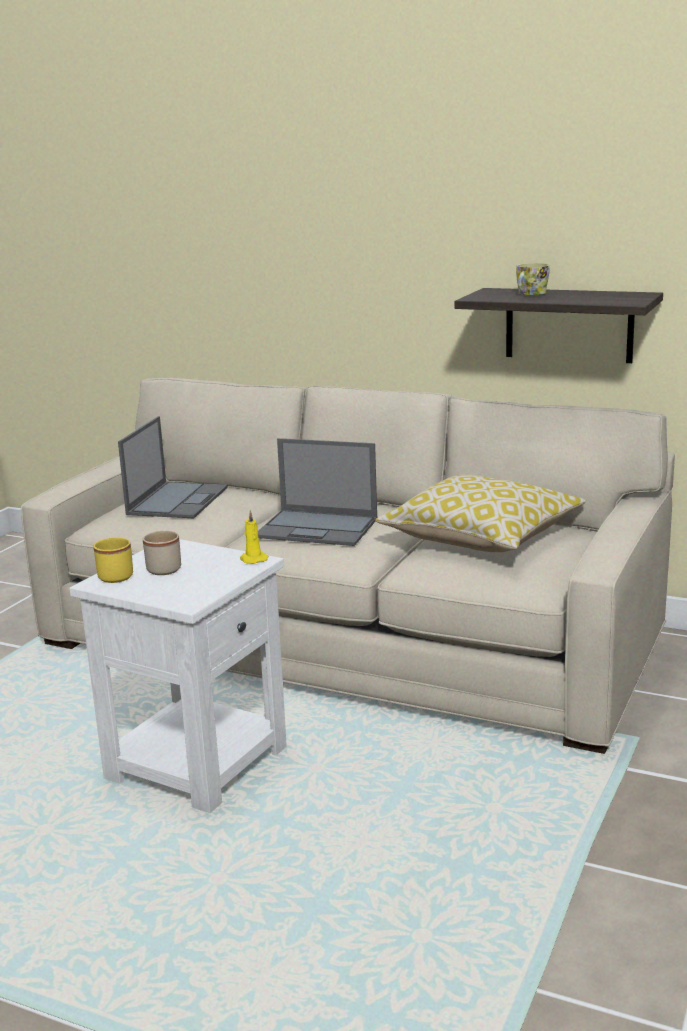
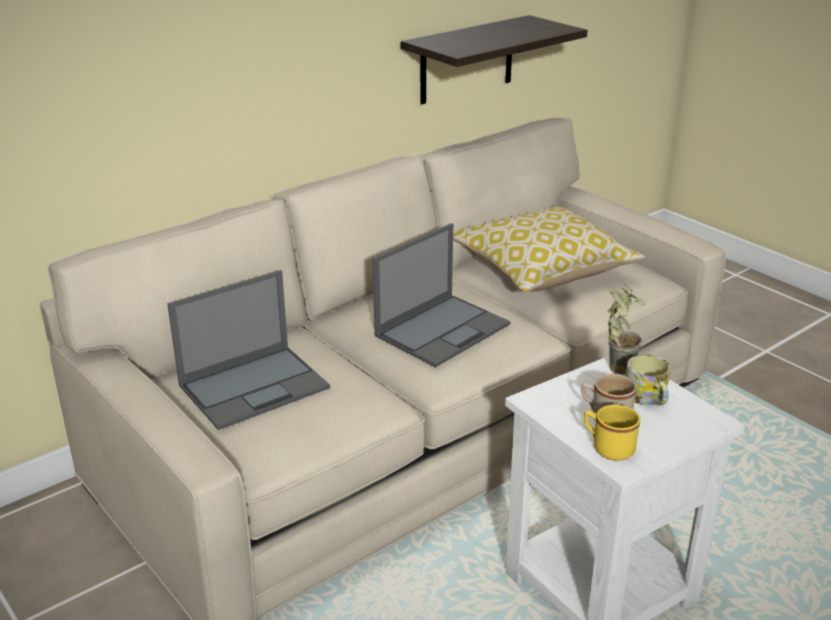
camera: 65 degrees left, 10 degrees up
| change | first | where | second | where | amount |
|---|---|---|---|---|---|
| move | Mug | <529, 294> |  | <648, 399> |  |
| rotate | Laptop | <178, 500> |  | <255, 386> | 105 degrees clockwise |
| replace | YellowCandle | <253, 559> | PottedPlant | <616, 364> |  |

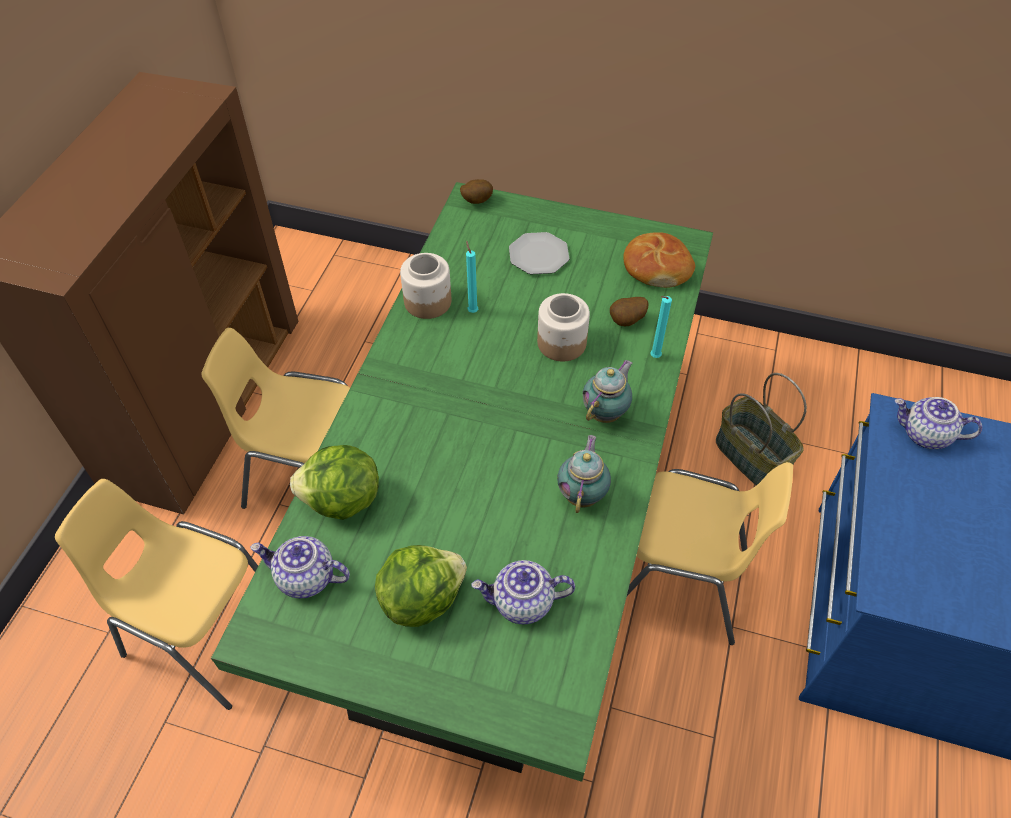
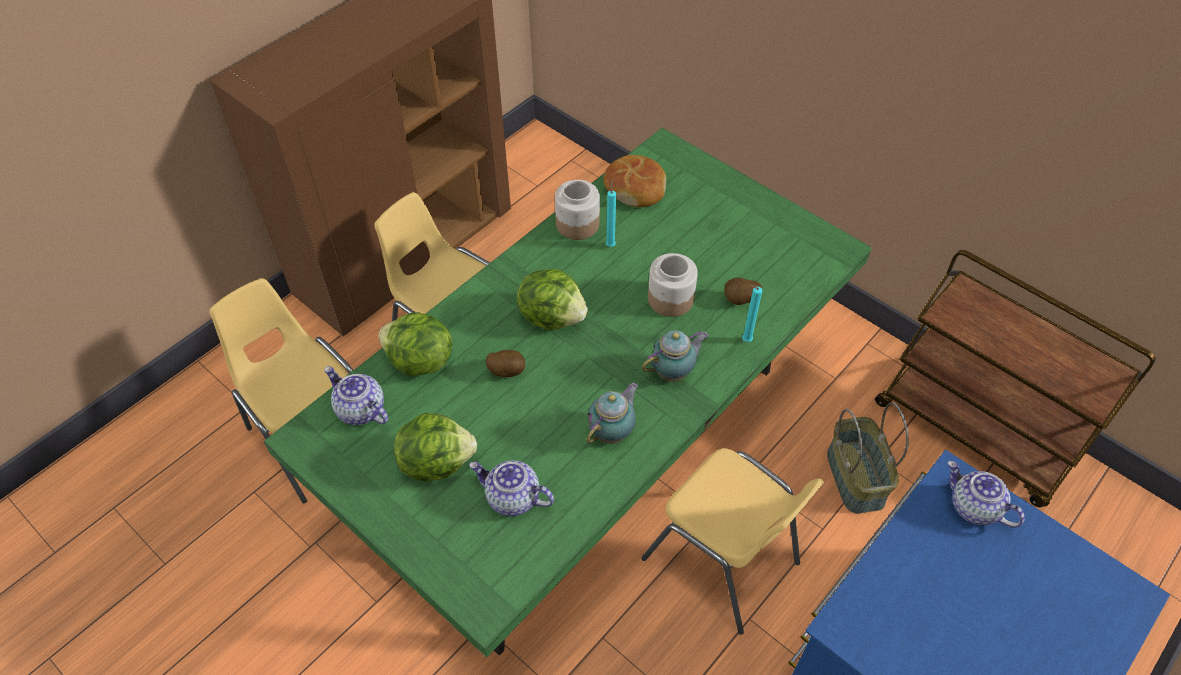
camera: 25 degrees right, 0 degrees up
| change | first | where | second | where | amount |
|---|---|---|---|---|---|
| move | Potato | <476, 201> |  | <506, 371> |  |
| delete | Plate | <538, 256> |  |  |  |
| move | Bread | <656, 268> |  | <635, 188> |  |
| insert |  |  | BrownCart | <976, 430> |  |
| insert |  |  | Lettuce | <552, 316> |  |

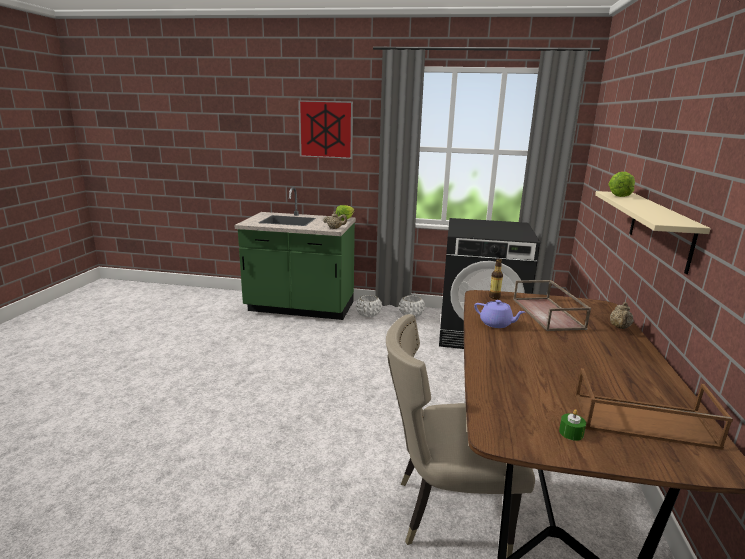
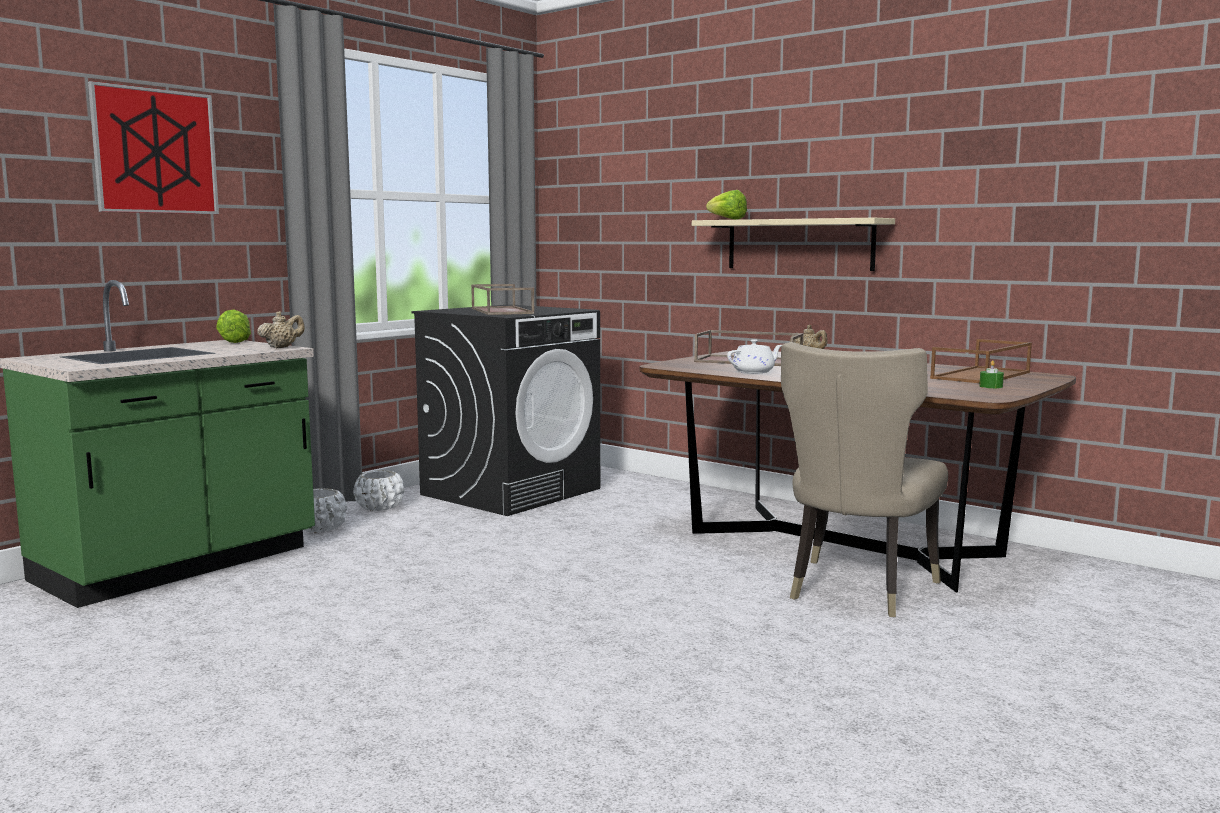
camera: 60 degrees left, 10 degrees down
| change | first | where | second | where | amount |
|---|---|---|---|---|---|
| delete | Bottle | <494, 297> |  |  |  |
| recolor | PurpleTeapot | <496, 324> | WhiteTeapot | <754, 372> |  |
| insert |  |  | BrownTray | <500, 311> |  |

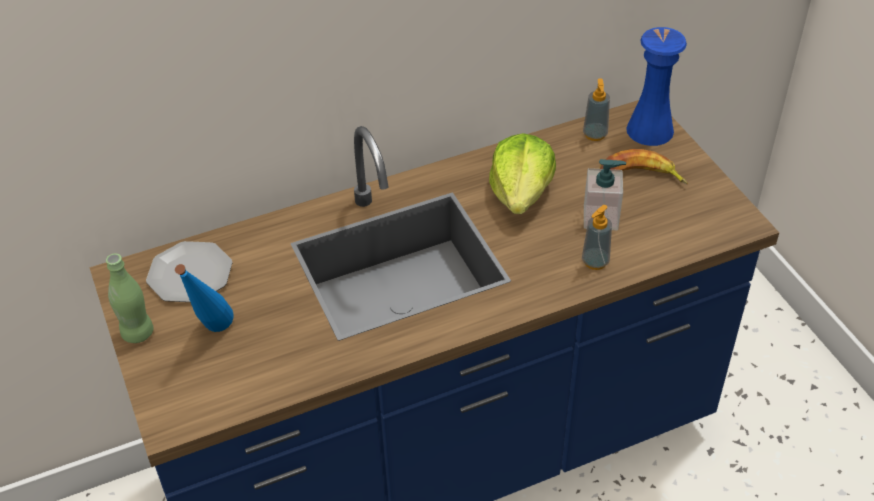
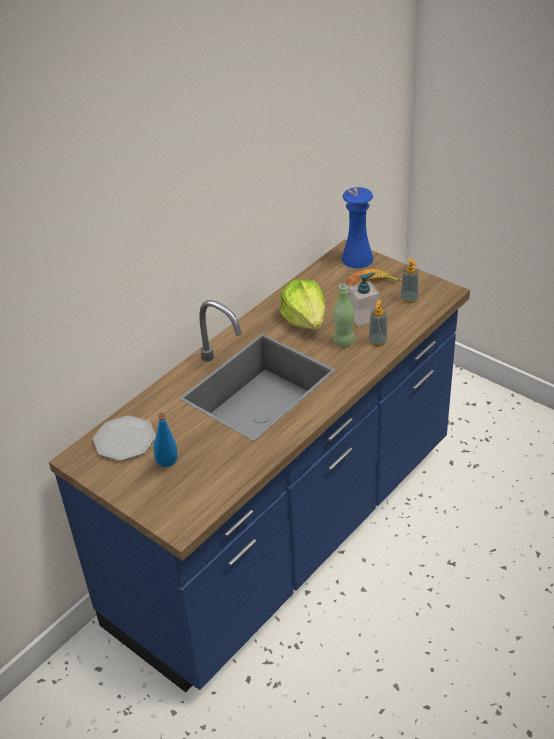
camera: 25 degrees left, 5 degrees down
| change | first | where | second | where | amount |
|---|---|---|---|---|---|
| move | SoapDispenser | <595, 134> |  | <409, 299> |  |
| move | GreenBottle | <137, 333> |  | <344, 341> |  |

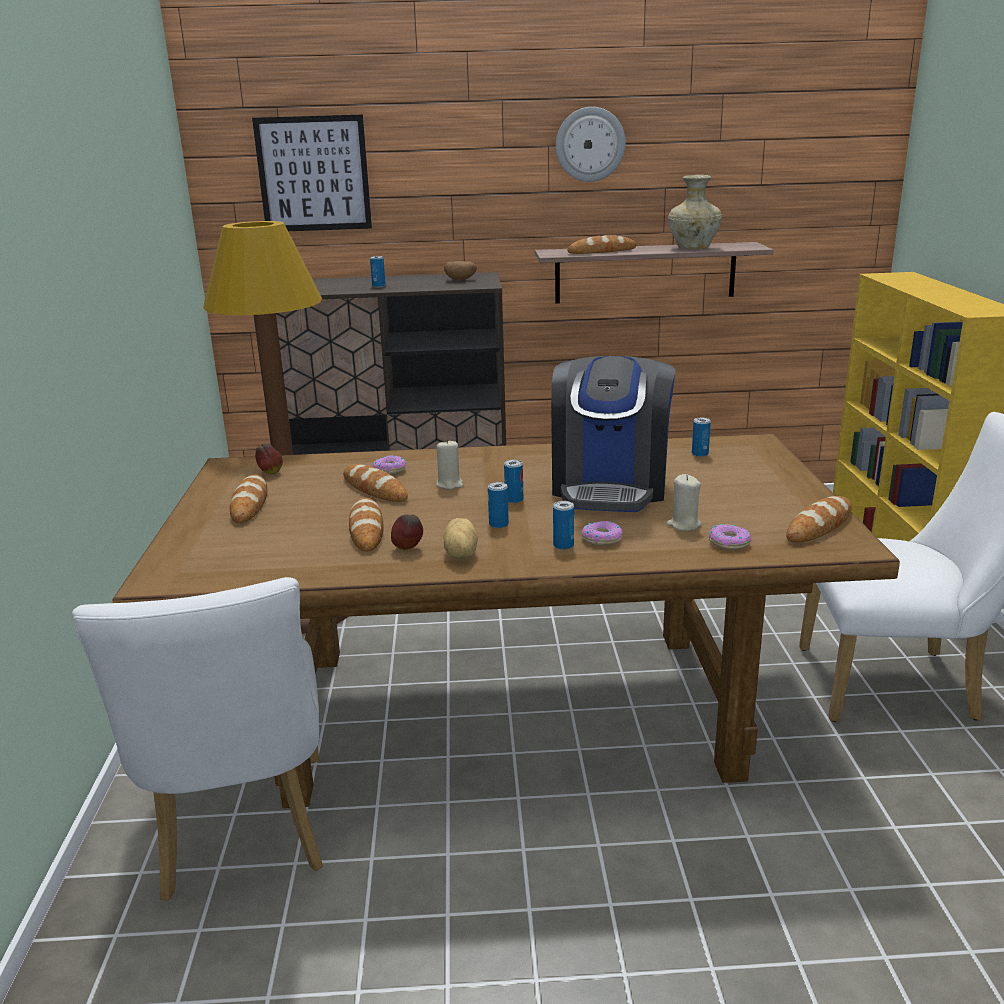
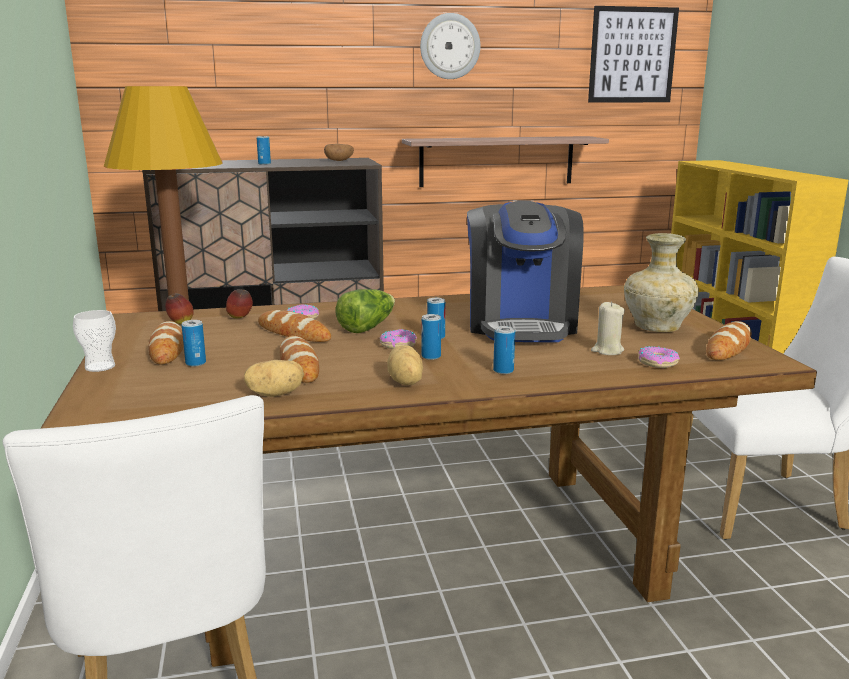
camera: 10 degrees left, 5 degrees down
| change | first | where | second | where | amount |
|---|---|---|---|---|---|
| move | Picture | <313, 174> |  | <632, 55> |  |
| move | BeigeVase | <693, 248> |  | <656, 327> |  |
| delete | Bread | <602, 251> |  |  |  |
| move | Can | <700, 454> |  | <195, 363> |  |
| replace | BeigeCandle | <450, 484> | Lettuce | <367, 327> |  |
| move | Apple | <408, 549> |  | <240, 318> |  |
| move | Donut | <602, 539> |  | <398, 345> |  |
| insert |  |  | Cup | <100, 367> |  |
| insert |  |  | Potato | <275, 394> |  |

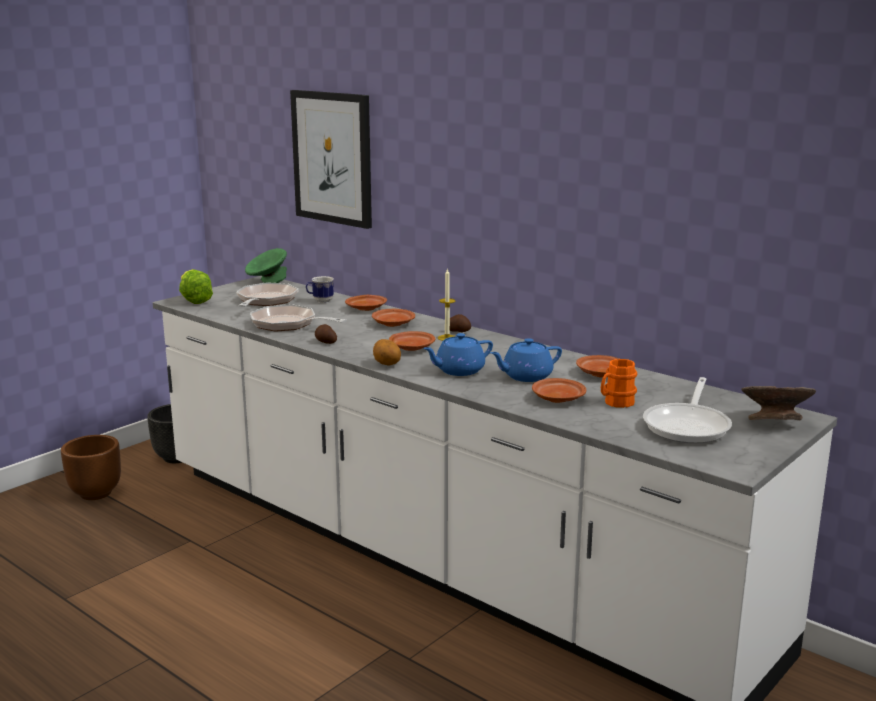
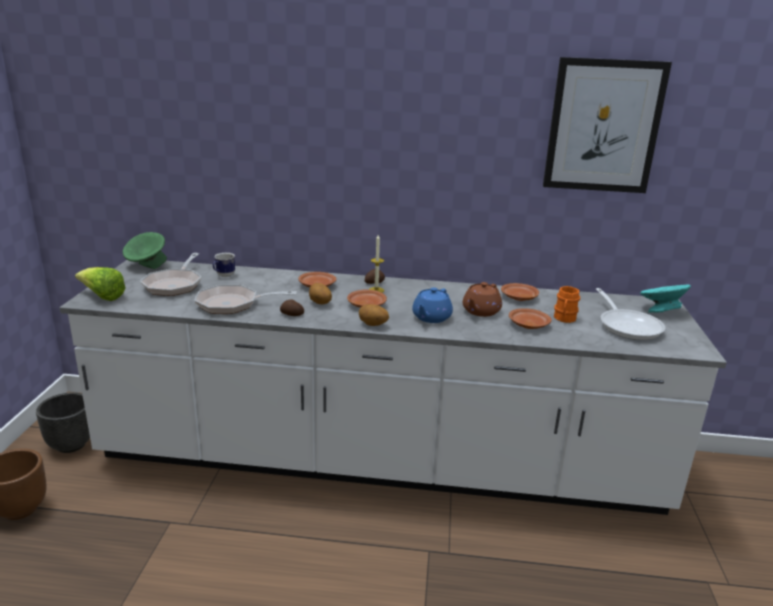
camera: 35 degrees left, 5 degrees up
| change | first | where | second | where | amount |
|---|---|---|---|---|---|
| move | Picture | <333, 158> |  | <603, 126> |  |
| rotate | FryingPan | <265, 301> |  | <174, 284> | 150 degrees counterclockwise |
| delete | BrownPlate | <366, 308> |  |  |  |
| recolor | BlueTeapot | <526, 376> | BrownTeapot | <480, 311> |  |
| recolor | GreyBowl | <773, 422> | TurquoiseBowl | <660, 311> |  |
| insert |  |  | Potato | <320, 303> |  |

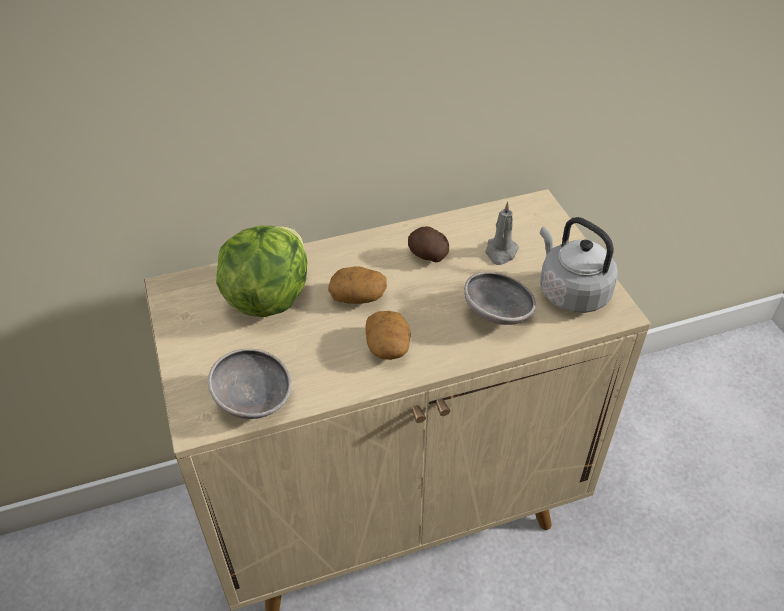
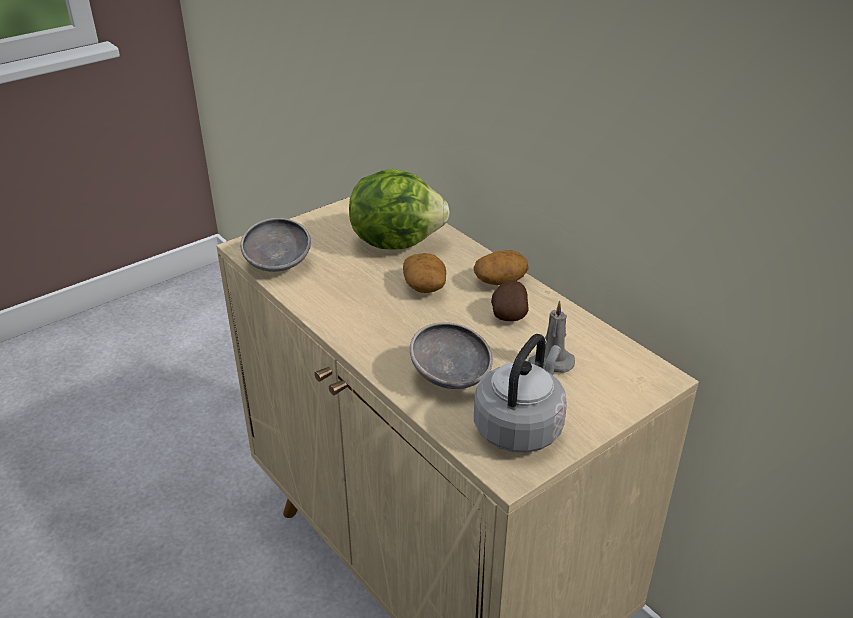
camera: 70 degrees right, 10 degrees down
| change | first | where | second | where | amount |
|---|---|---|---|---|---|
| move | Potato | <388, 346> |  | <500, 281> |  |

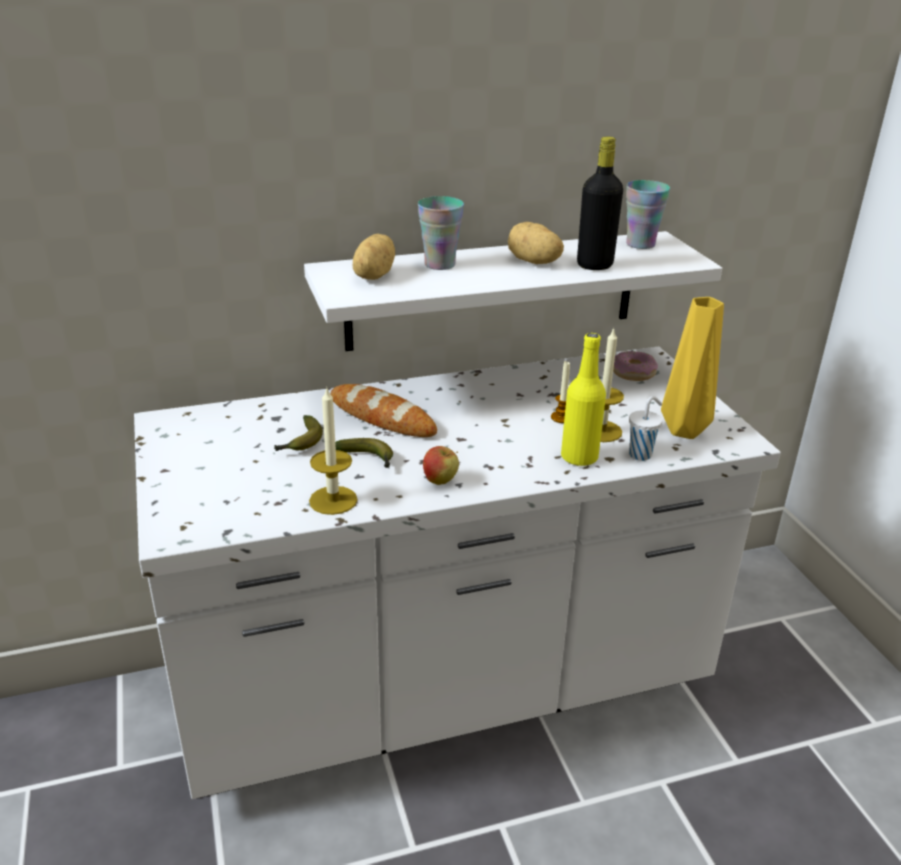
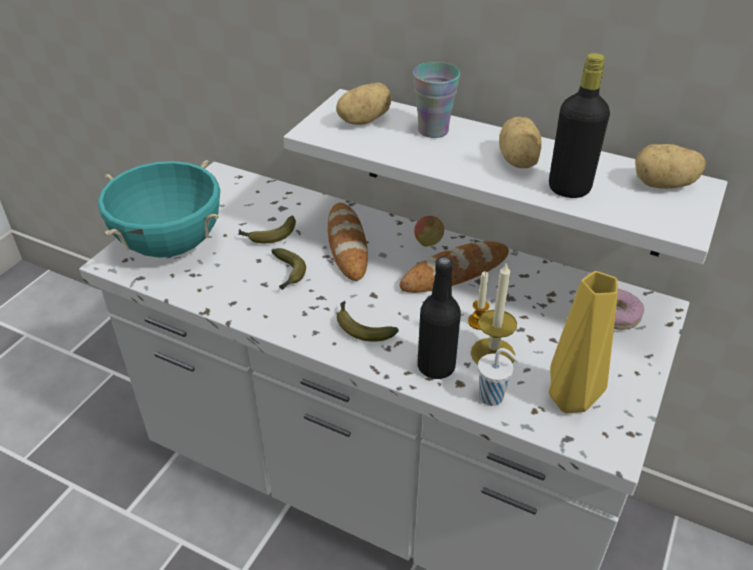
camera: 45 degrees right, 10 degrees up
| change | first | where | second | where | amount |
|---|---|---|---|---|---|
| replace | Cup | <640, 244> | Potato | <663, 185> |  |
| recolor | YellowBottle | <579, 457> | BlackBottle | <436, 366> |  |
| delete | Candle | <333, 500> |  |  |  |
| move | Apple | <440, 481> |  | <428, 244> |  |
| insert |  |  | TurquoiseCookingPot | <171, 245> |  |
| insert |  |  | Bread | <455, 272> |  |
| insert |  |  | Banana | <361, 327> |  |

